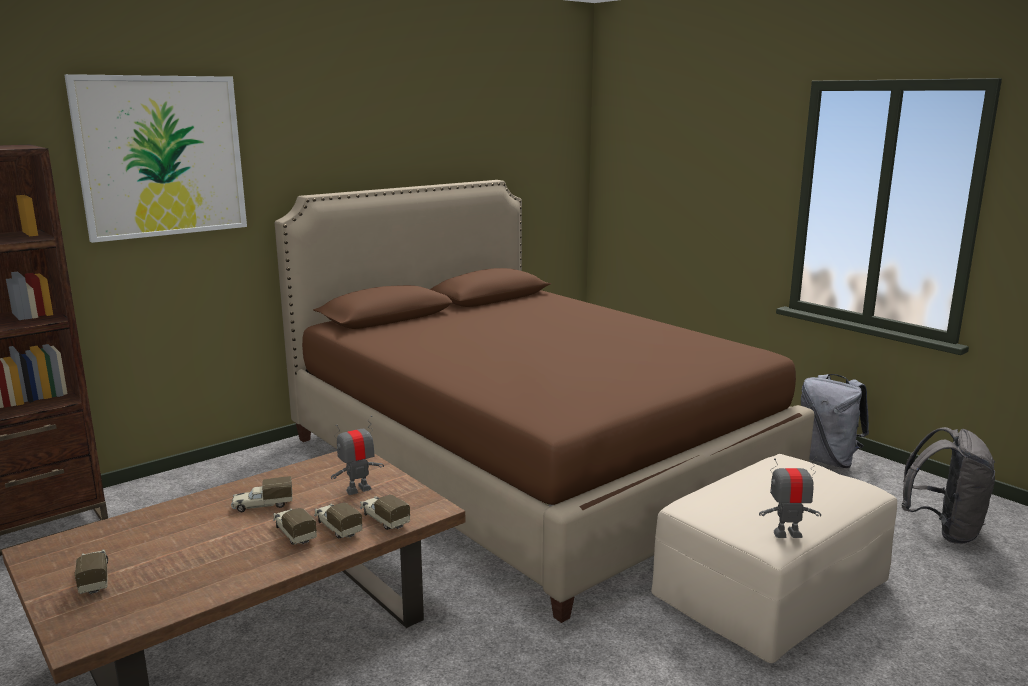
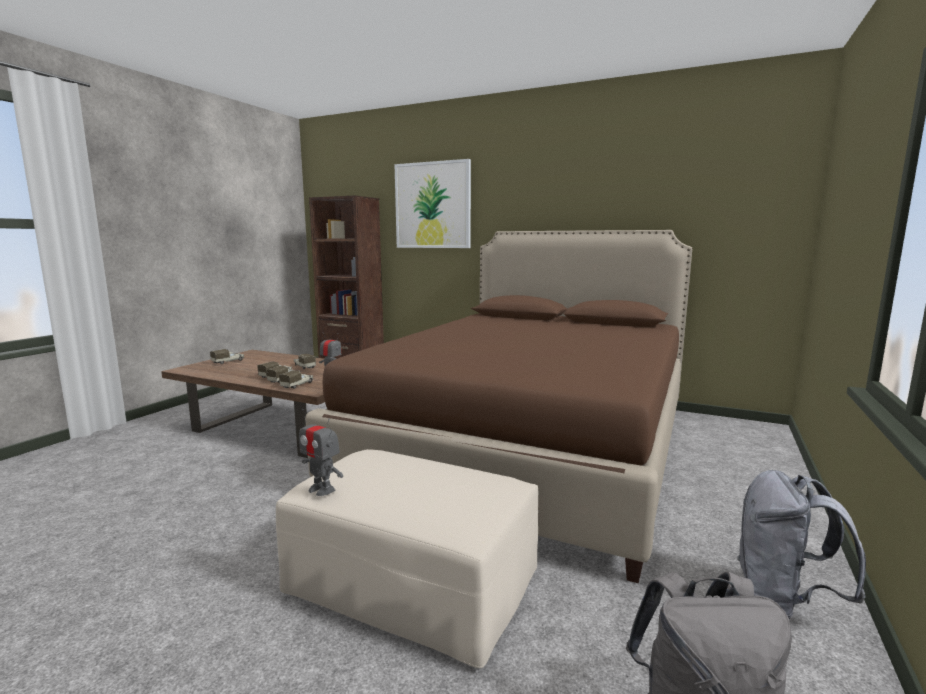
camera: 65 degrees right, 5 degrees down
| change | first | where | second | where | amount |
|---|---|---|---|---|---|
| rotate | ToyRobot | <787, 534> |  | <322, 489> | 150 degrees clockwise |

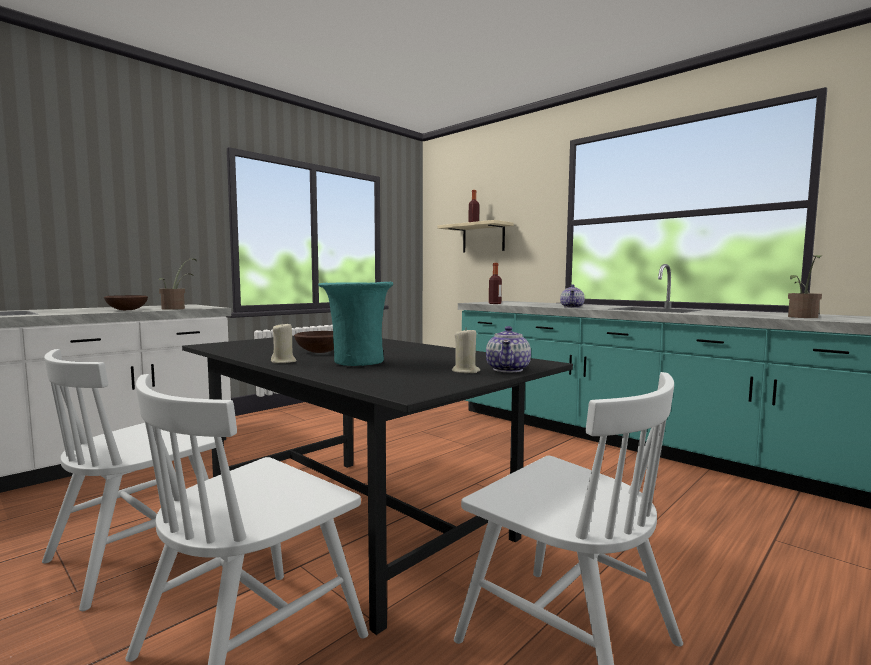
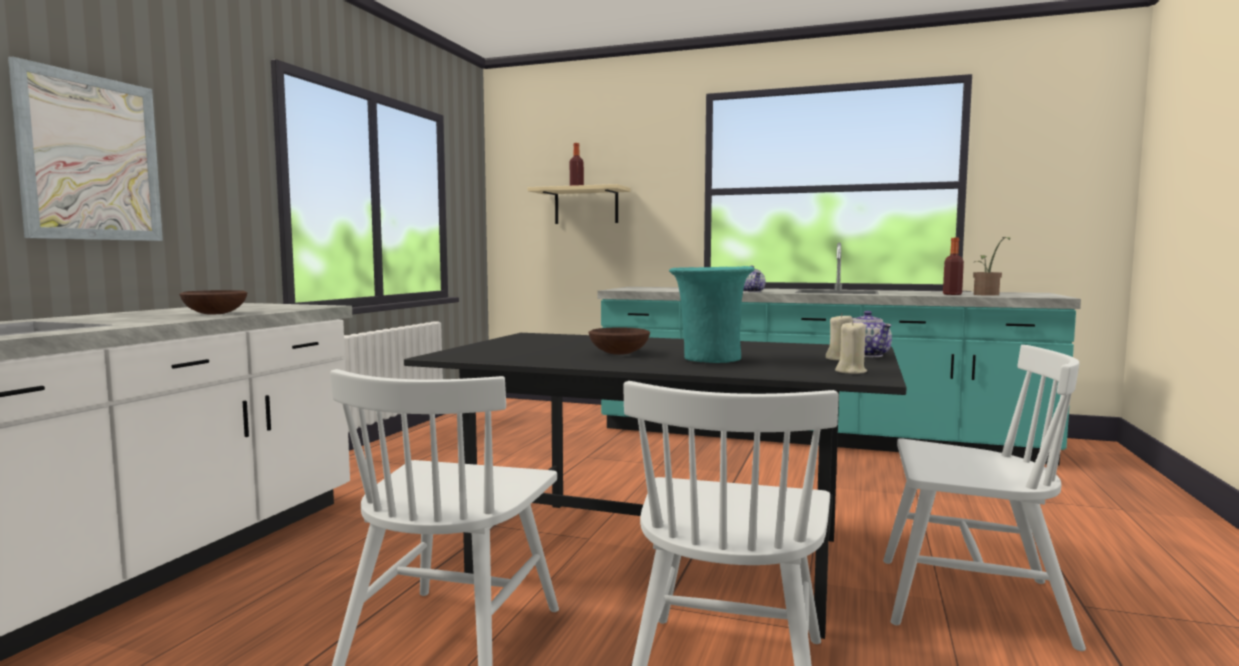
camera: 25 degrees left, 0 degrees up
| change | first | where | second | where | amount |
|---|---|---|---|---|---|
| delete | PottedPlant | <176, 308> |  |  |  |
| move | Bottle | <494, 303> |  | <952, 294> |  |
| move | BeigeCandle | <283, 362> |  | <851, 371> |  |
| insert |  |  | Picture | <90, 158> |  |

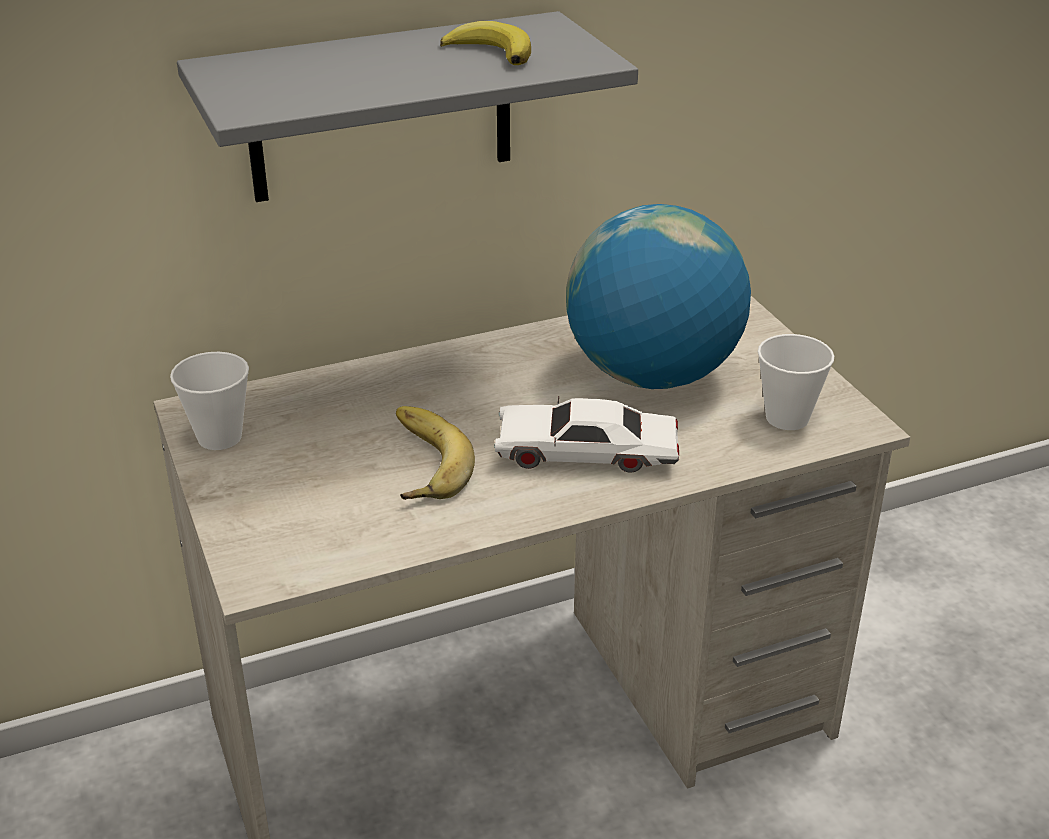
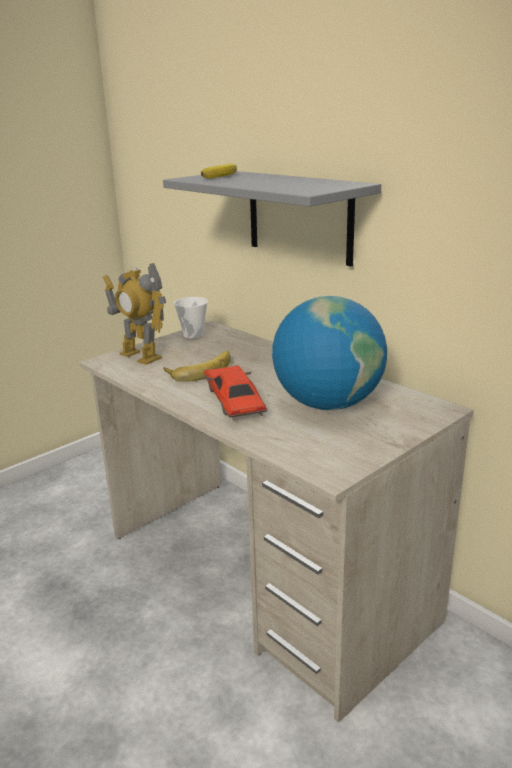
camera: 70 degrees right, 10 degrees down
| change | first | where | second | where | amount |
|---|---|---|---|---|---|
| move | Banana | <492, 51> |  | <221, 175> |  |
| delete | Cup | <787, 418> |  |  |  |
| recolor | WhiteToyCar | <586, 453> | RedToyCar | <234, 401> |  |
| insert |  |  | ToyRobot | <140, 356> |  |

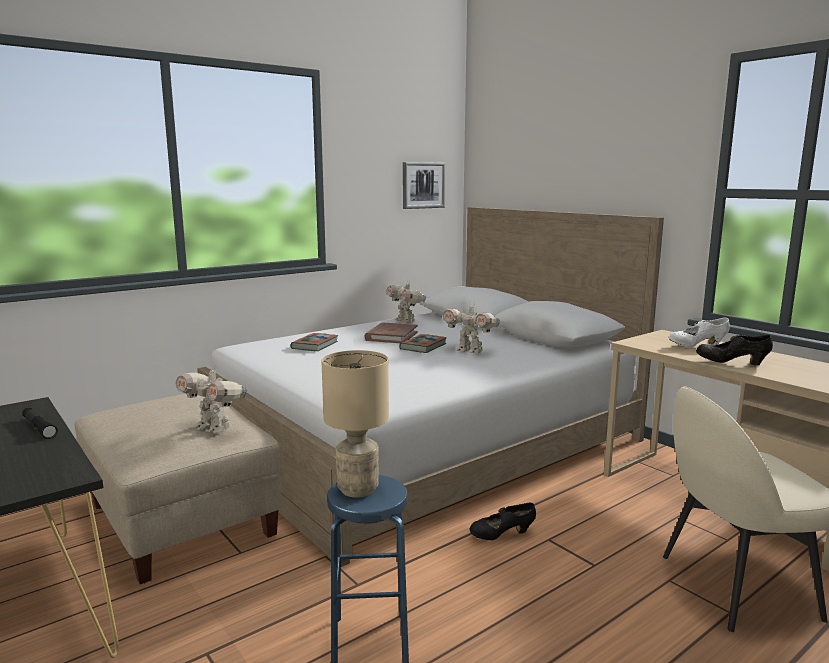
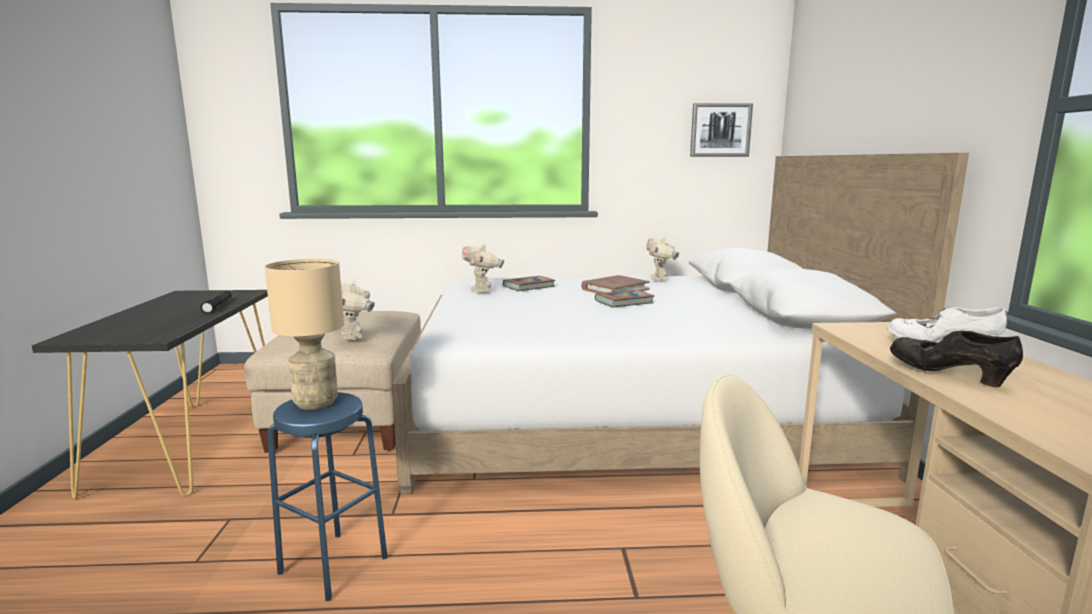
camera: 35 degrees right, 0 degrees up
| change | first | where | second | where | amount |
|---|---|---|---|---|---|
| move | ToyRobot | <469, 351> |  | <482, 291> |  |
| delete | BlackShoe | <502, 535> |  |  |  |

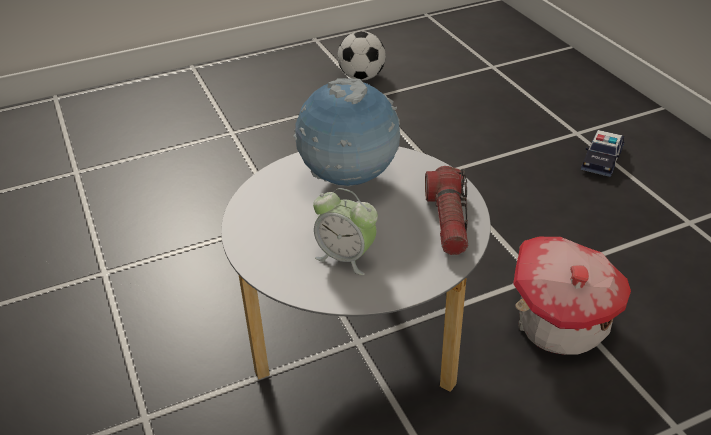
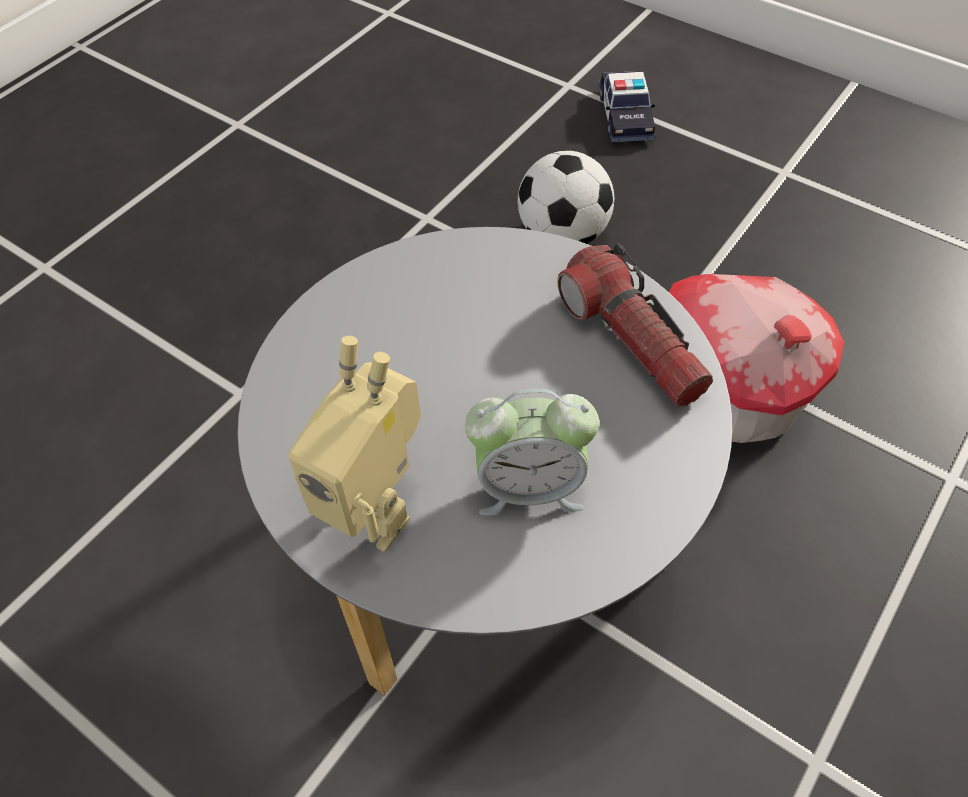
camera: 30 degrees left, 15 degrees up
| change | first | where | second | where | amount |
|---|---|---|---|---|---|
| move | Football | <362, 77> |  | <563, 235> |  |
| delete | Globe | <349, 180> |  |  |  |
| insert |  |  | ToyRobot | <376, 507> |  |

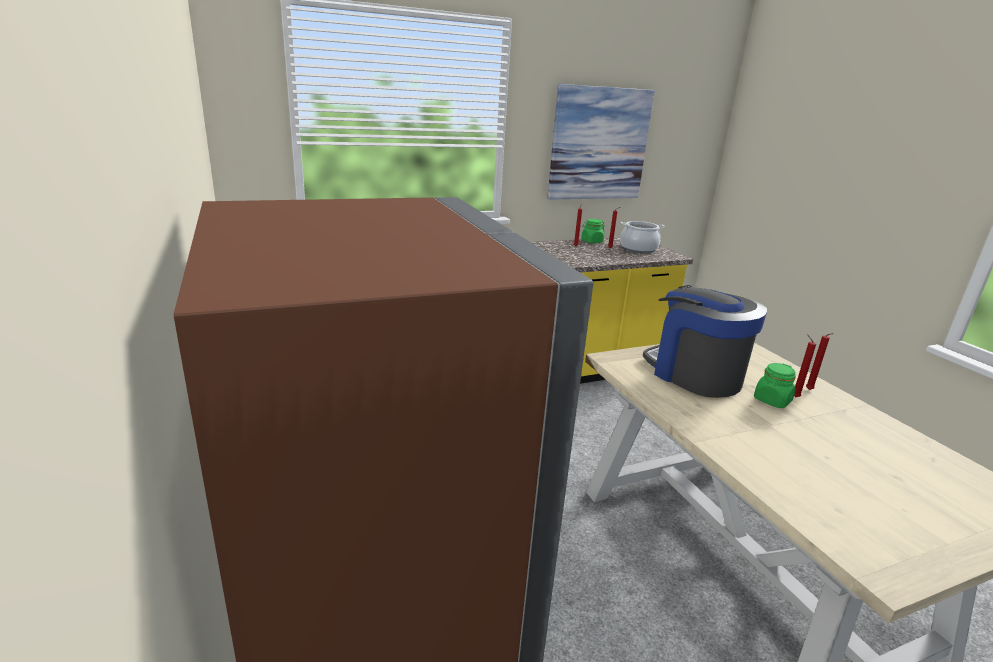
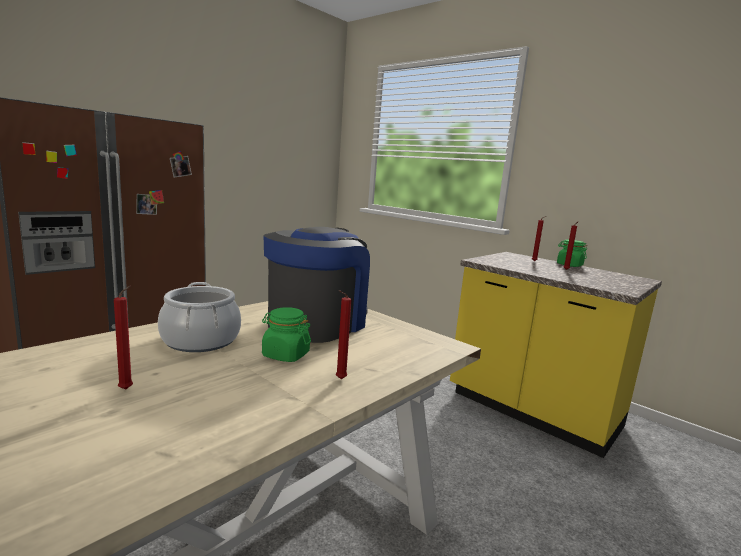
camera: 65 degrees right, 10 degrees down
| change | first | where | second | where | amount |
|---|---|---|---|---|---|
| delete | Picture | <599, 144> |  |  |  |
| move | CookingPot | <638, 248> |  | <201, 340> |  |
| move | RedCandle | <794, 396> |  | <128, 388> |  |

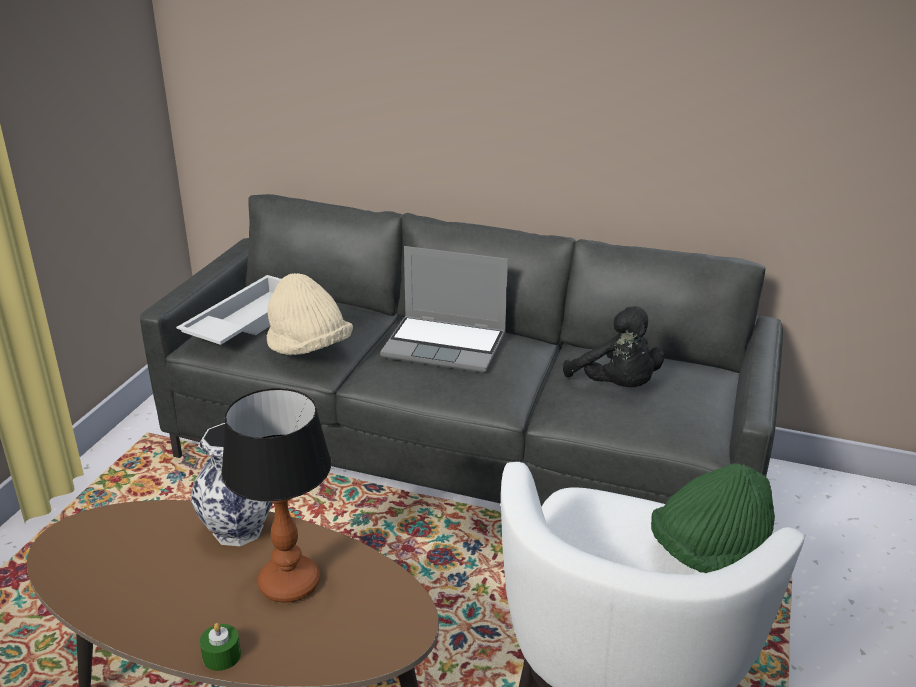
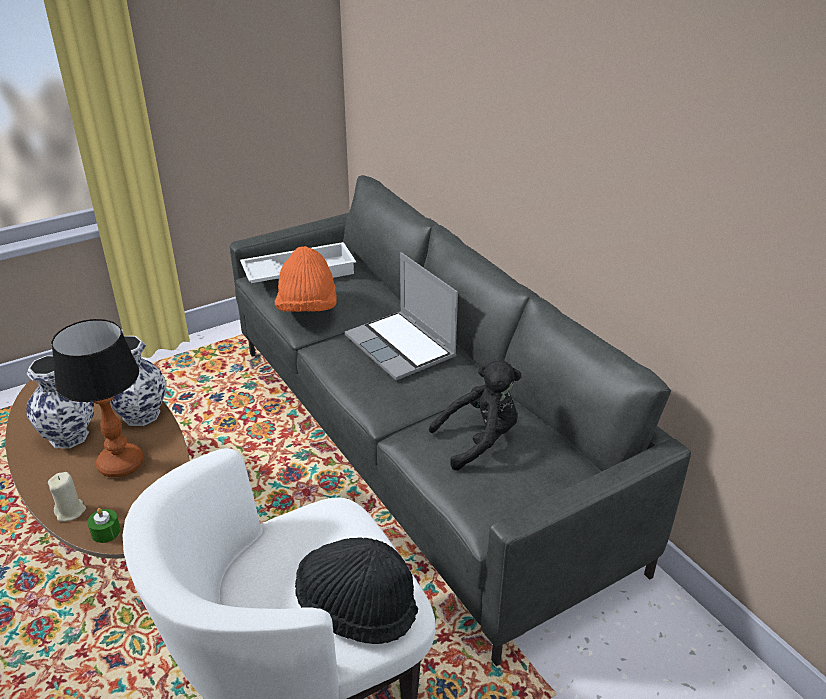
camera: 40 degrees right, 5 degrees up
| change | first | where | second | where | amount |
|---|---|---|---|---|---|
| recolor | BeigeHat | <308, 349> | OrangeHat | <307, 309> |  |
| rotate | BlackPlushToy | <616, 386> |  | <479, 440> | 120 degrees counterclockwise |
| recolor | GreenHat | <708, 555> | BlackHat | <356, 608> |  |
| move | GreenCandle | <222, 655> |  | <106, 532> |  |
| insert |  |  | Vase | <69, 436> |  |
| insert |  |  | BeigeCandle | <70, 511> |  |

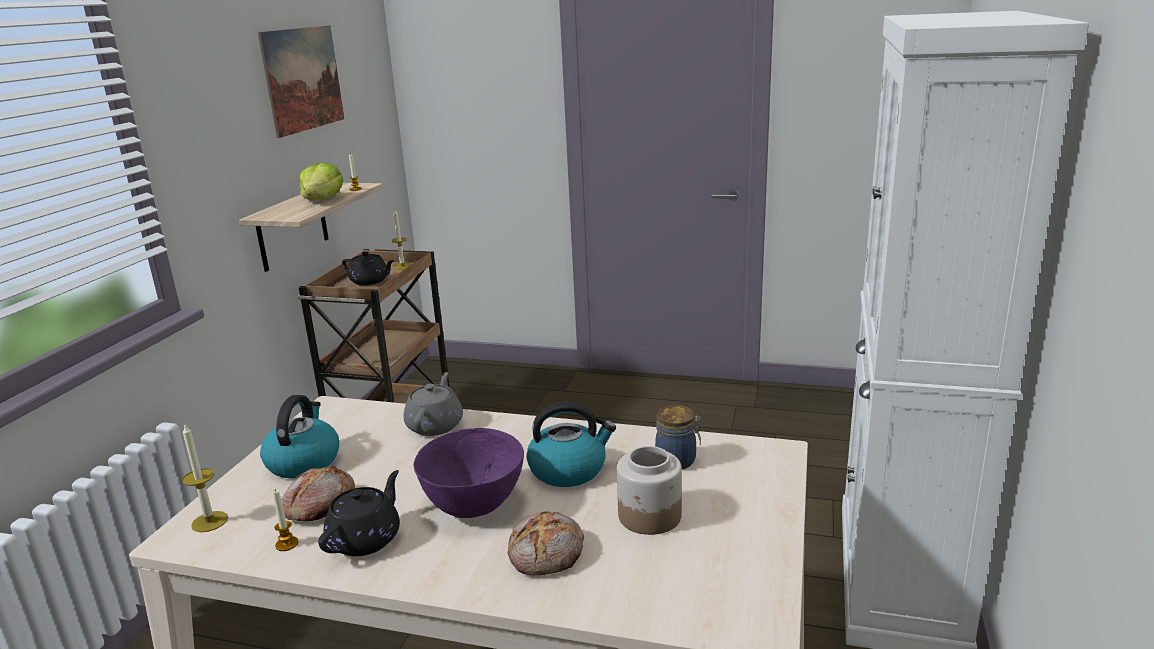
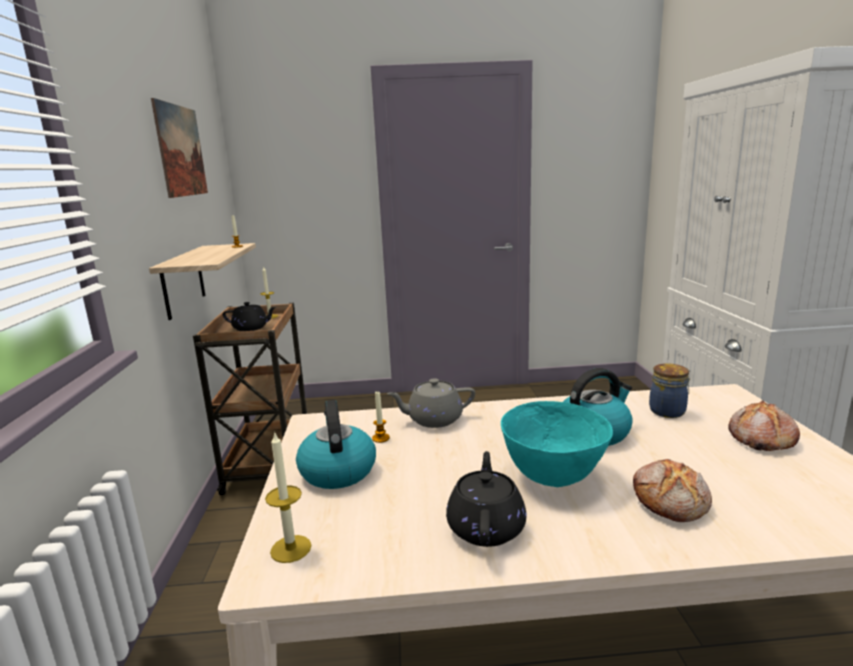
camera: 20 degrees left, 5 degrees down
| change | first | where | second | where | amount |
|---|---|---|---|---|---|
| delete | Lettuce | <322, 200> |  |  |  |
| rotate | GreyTeapot | <435, 425> |  | <433, 419> | 90 degrees counterclockwise |
| recolor | PurpleBowl | <473, 507> | TurquoiseBowl | <552, 476> |  |
| delete | Jar | <650, 516> |  |  |  |
| move | Bread | <318, 505> |  | <760, 438> |  |
| move | Candle | <287, 544> |  | <380, 438> |  |

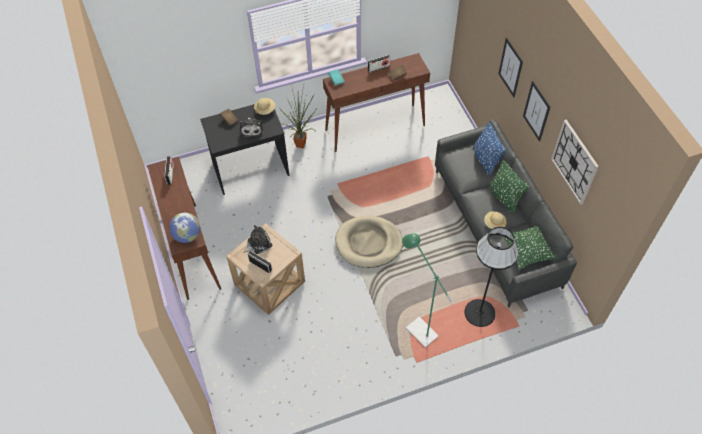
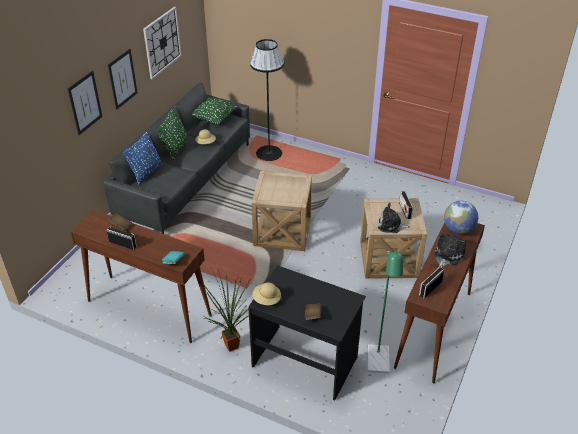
camera: 135 degrees left, 15 degrees down
| change | first | where | second | where | amount |
|---|---|---|---|---|---|
| move | PlushToy | <251, 129> |  | <447, 255> |  |
| replace | BeigeDogBed | <368, 243> | BeigeSideTable | <282, 231> |  |
| move | GreenFloorLamp | <417, 328> |  | <378, 365> |  |

